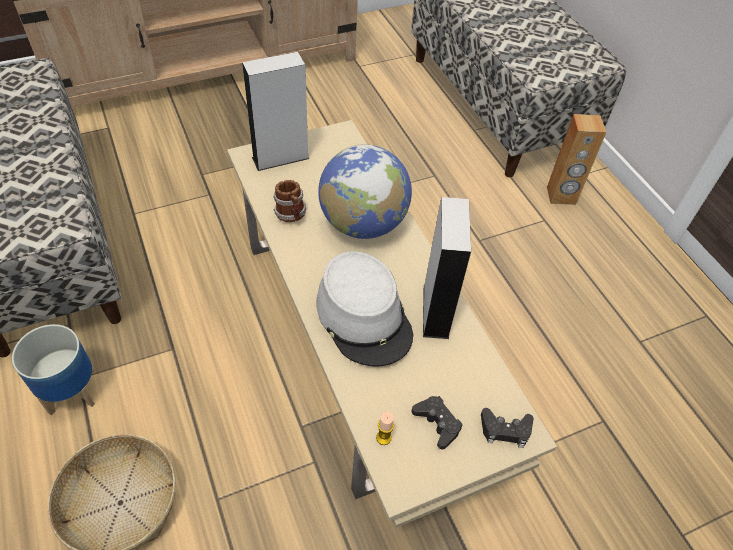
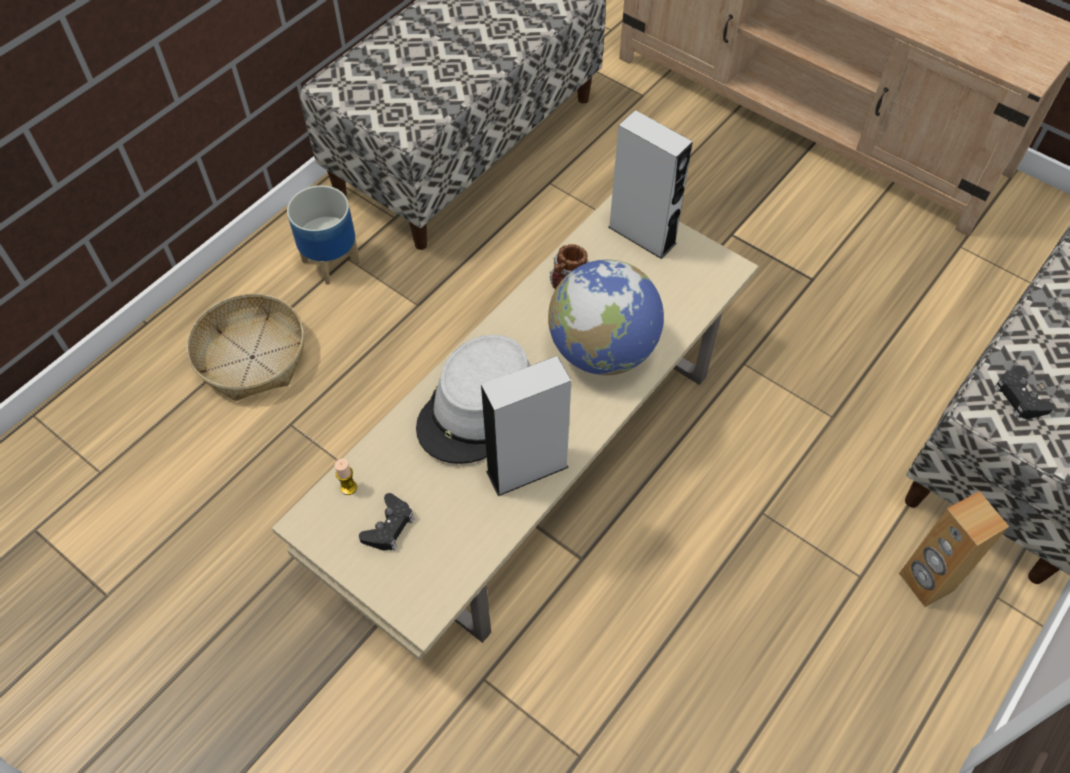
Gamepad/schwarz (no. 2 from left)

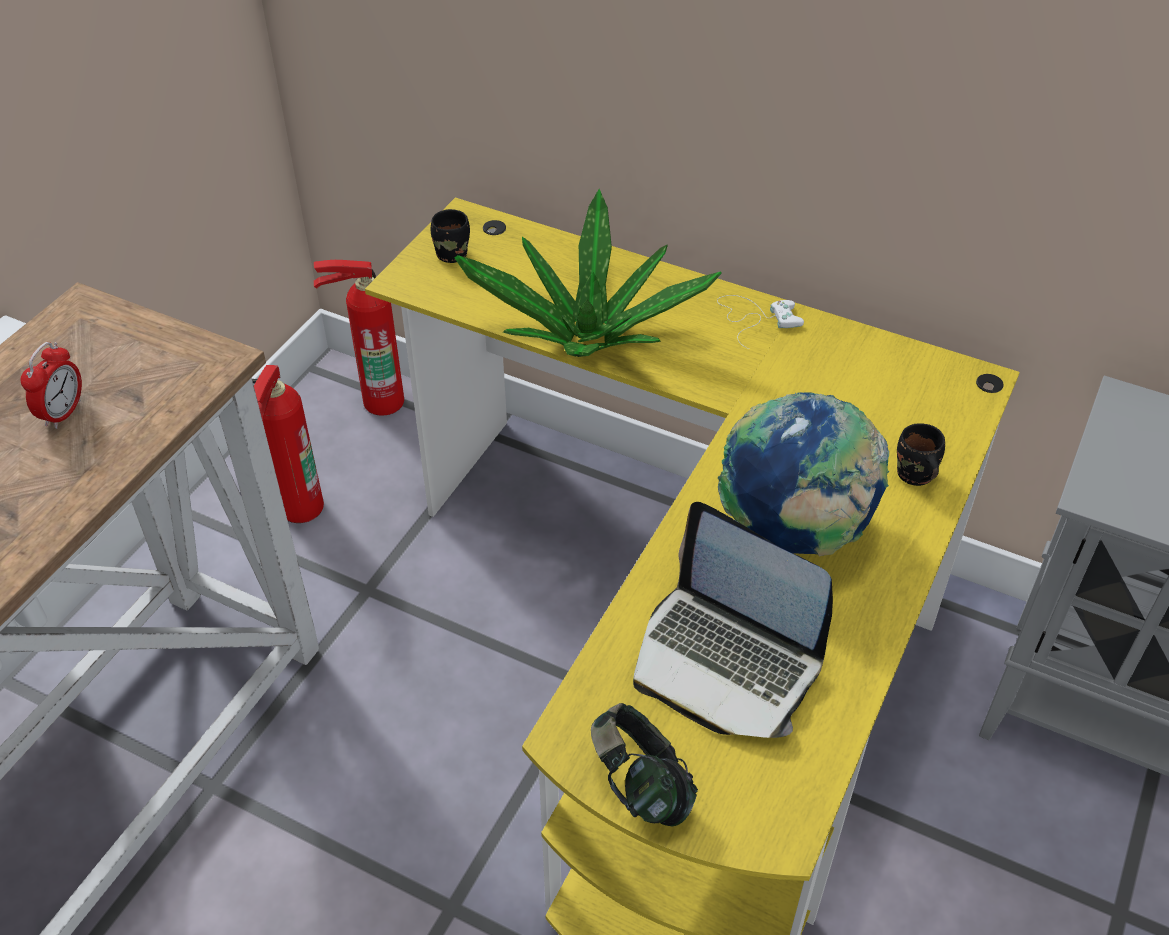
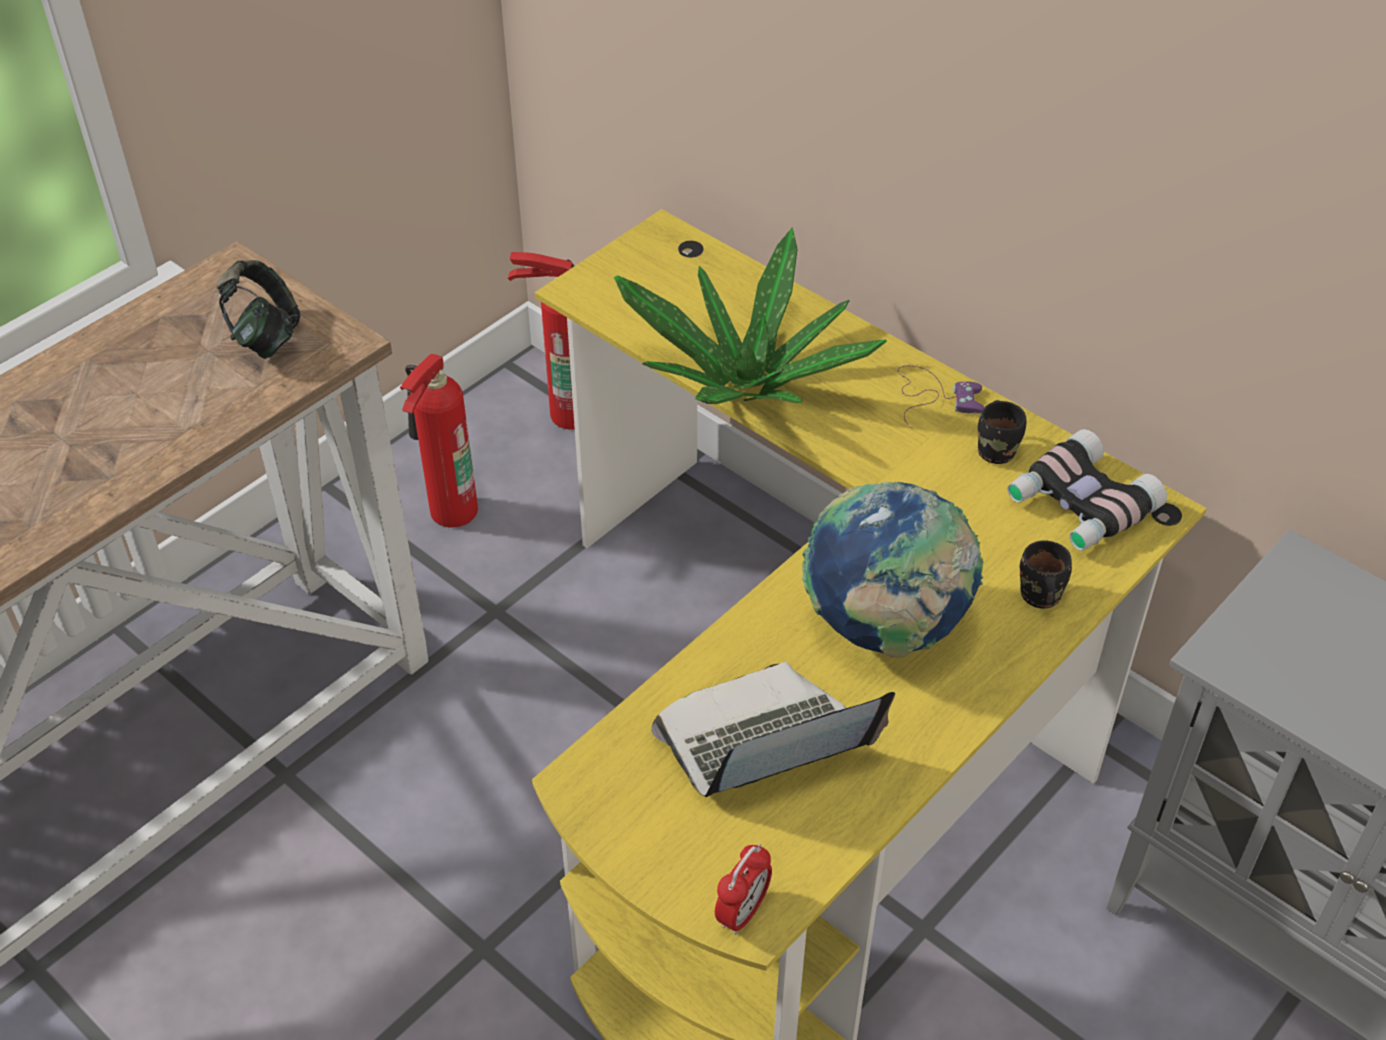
Henkelbecher/schwarz (no. 1 from left)
Gamepad/lila
Wecker
Laptop
Kopfhörer
Fernglas

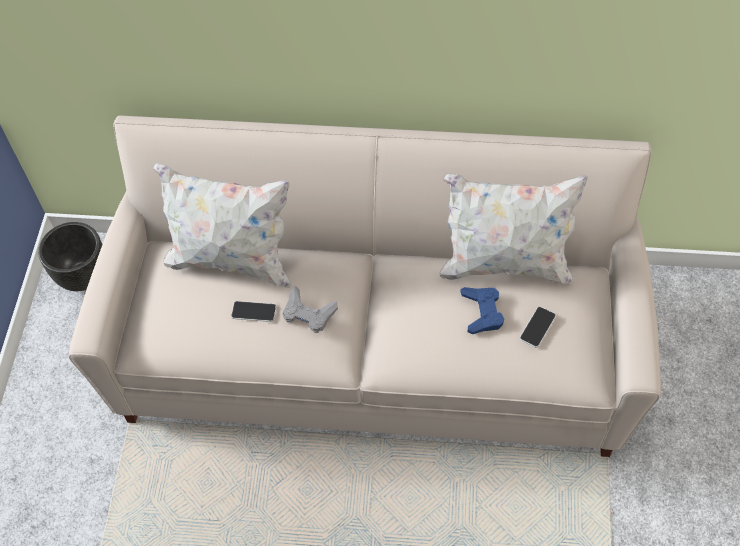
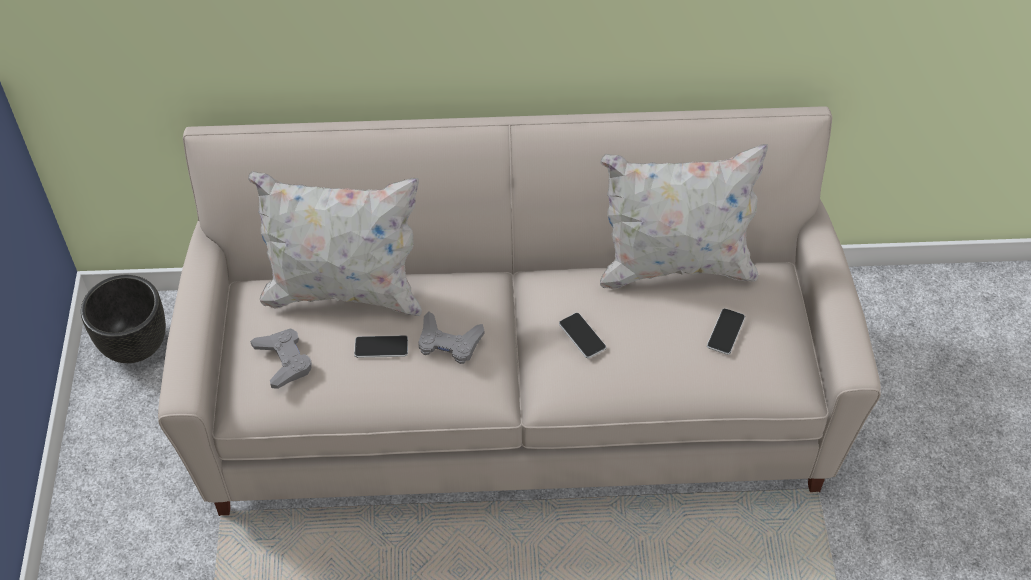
Gamepad/blau
Handy (no. 2 from left)
Gamepad/grau (no. 1 from left)

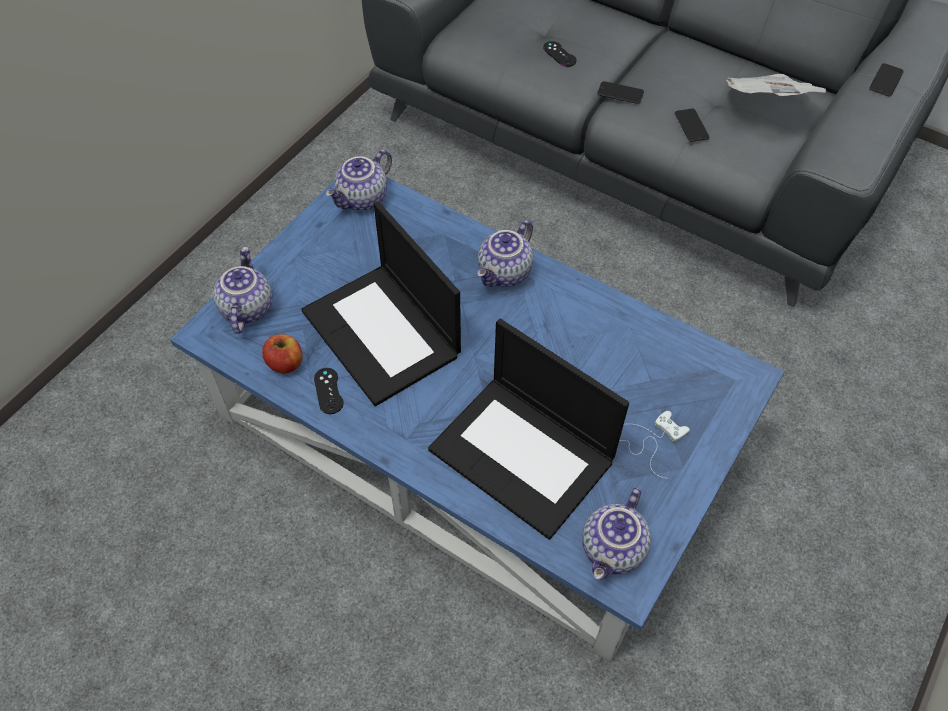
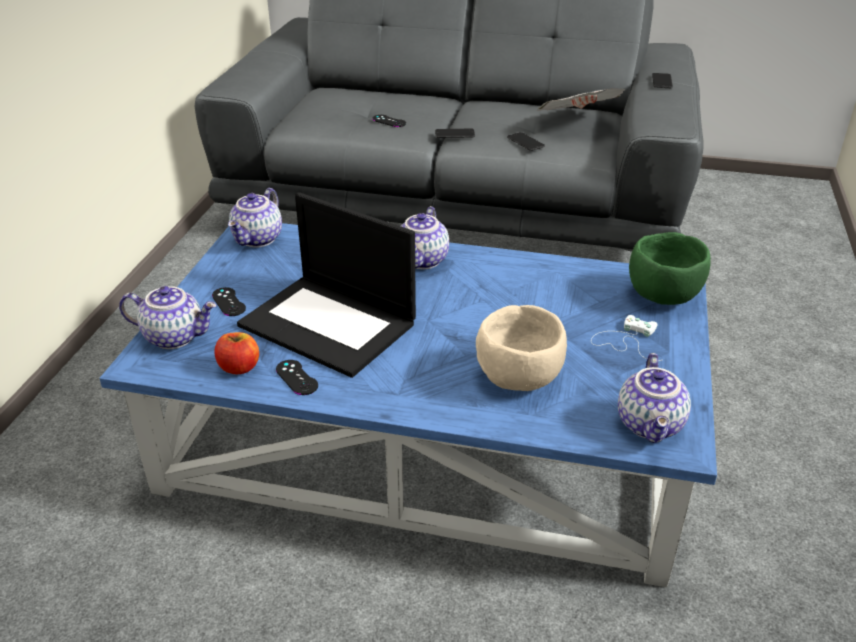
Teekanne (no. 1 from left)
Schüssel/beige
Schüssel/grün
Gamepad/schwarz (no. 1 from left)

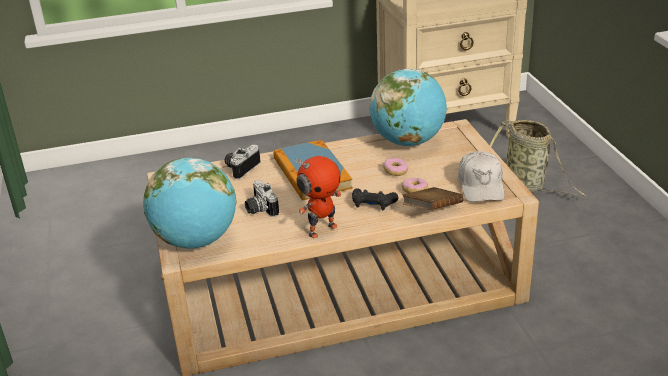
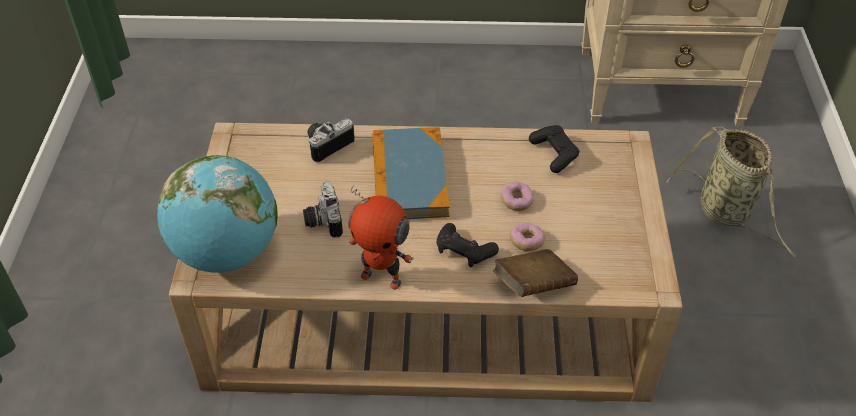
Gamepad/schwarz (no. 2 from left)
Kappe/weiß
Spielzeugroboter

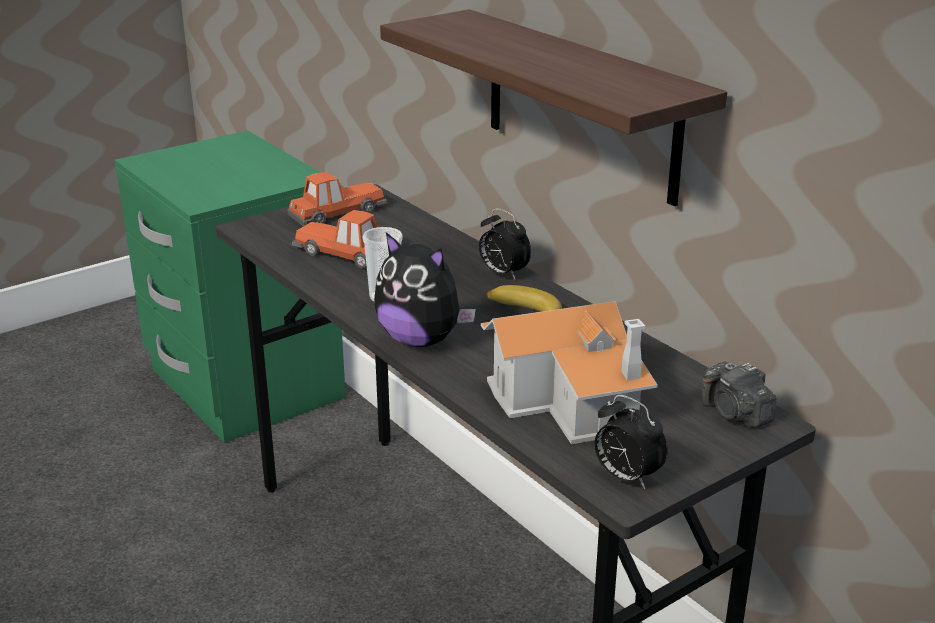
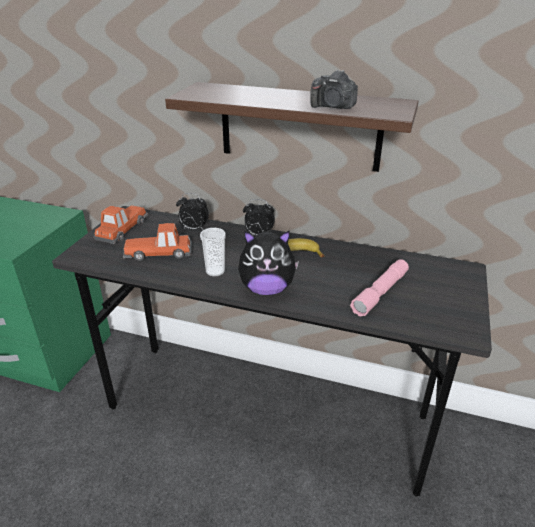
Taschenlampe/rosa
Kamera
Wecker (no. 1 from left)

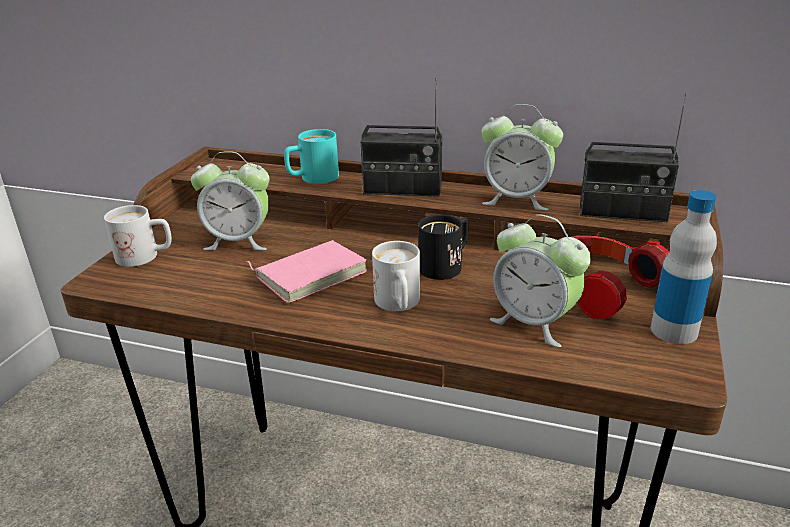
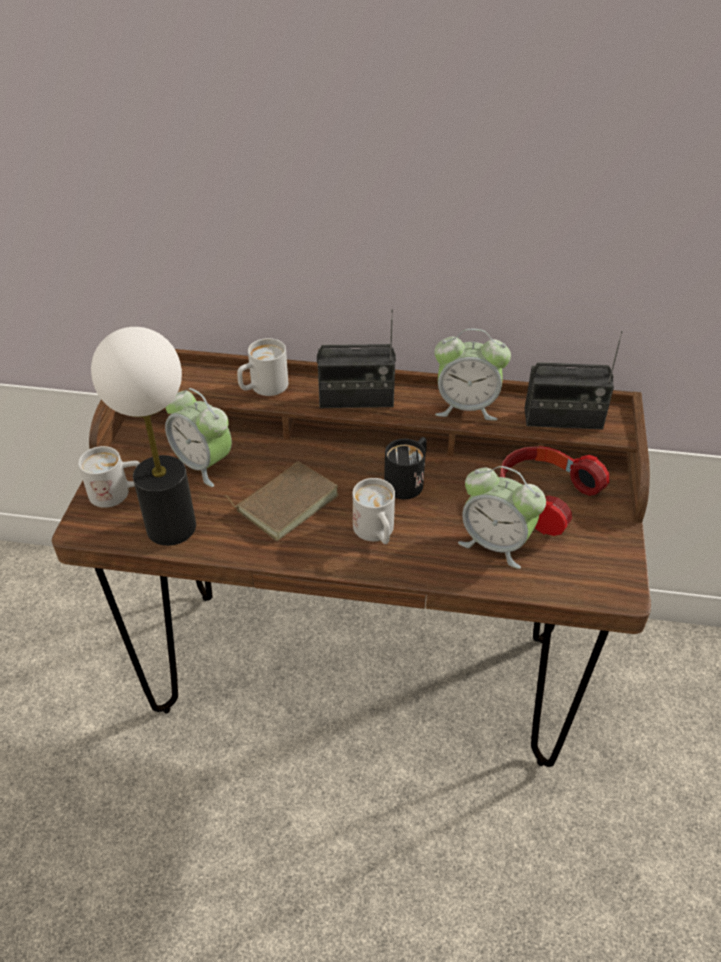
Henkelbecher/weiß (no. 2 from left)
Wecker (no. 1 from left)
Flasche
Buch/braun
Tischlampe

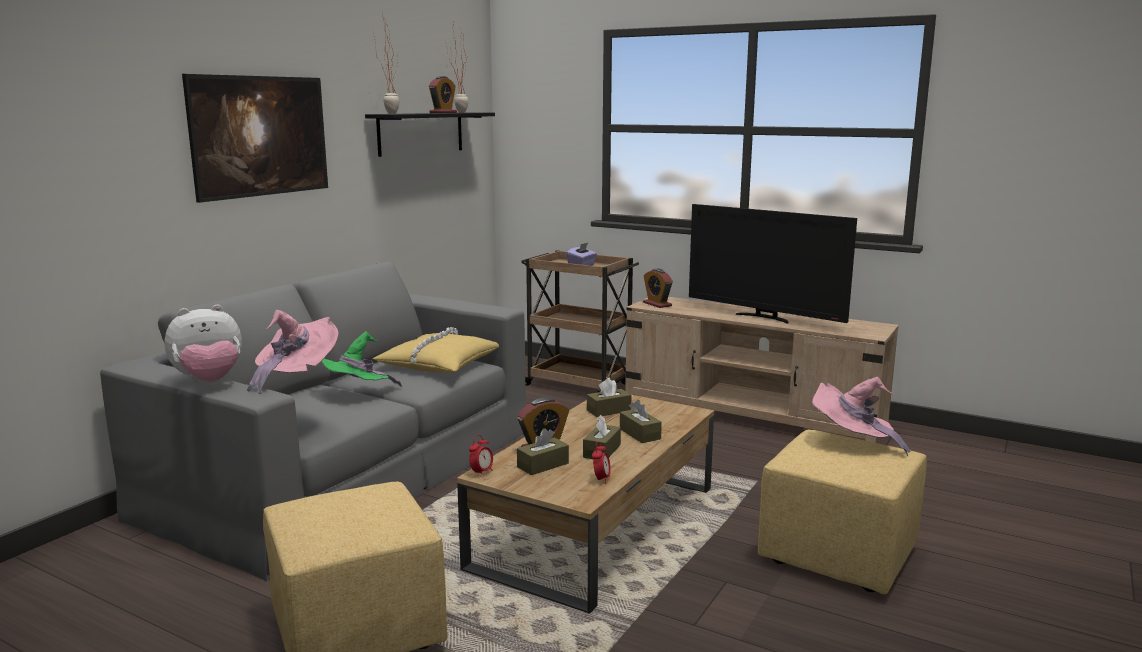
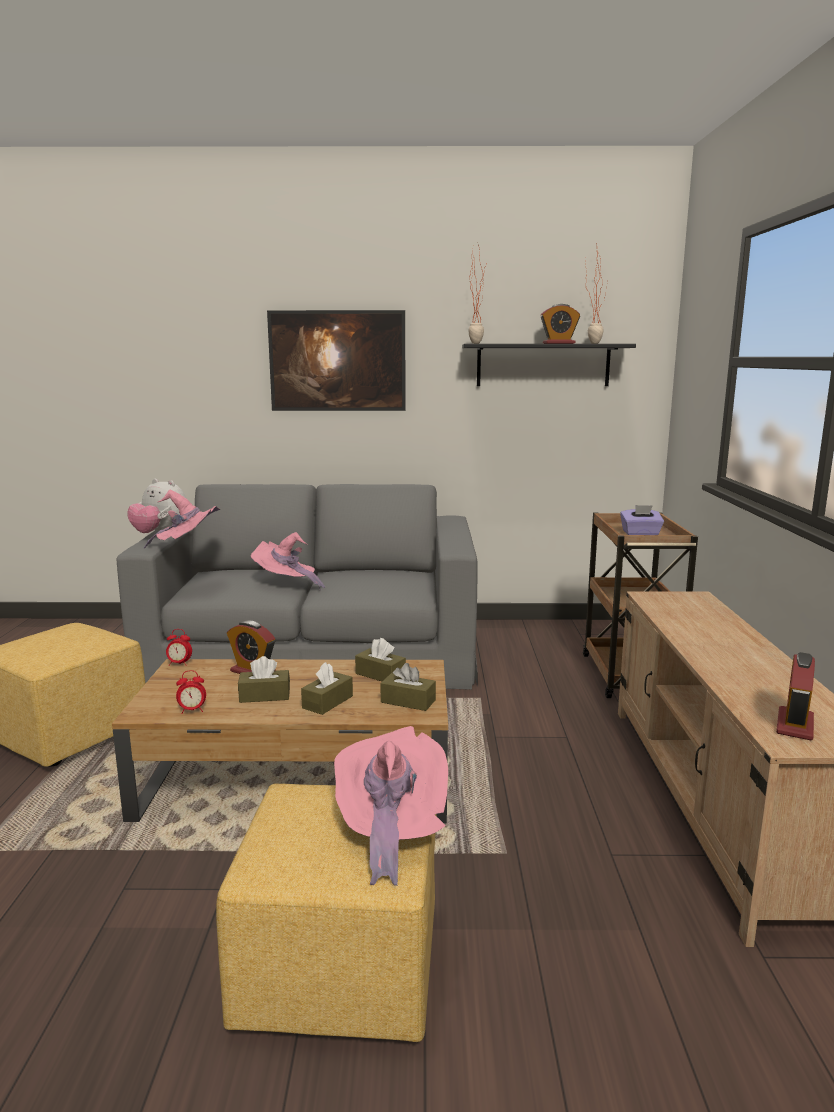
Fernseher
Wecker (no. 5 from left)
Kissen/gelb
Hut/rosa (no. 2 from left)
Taschentuchbox/braun (no. 4 from left)

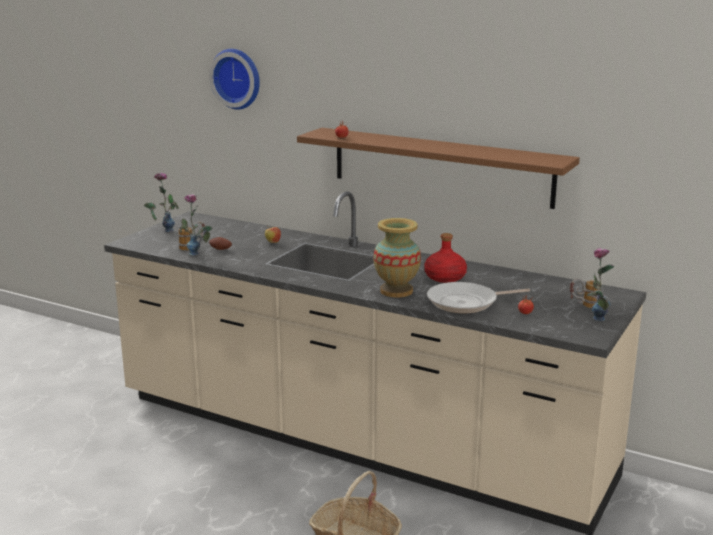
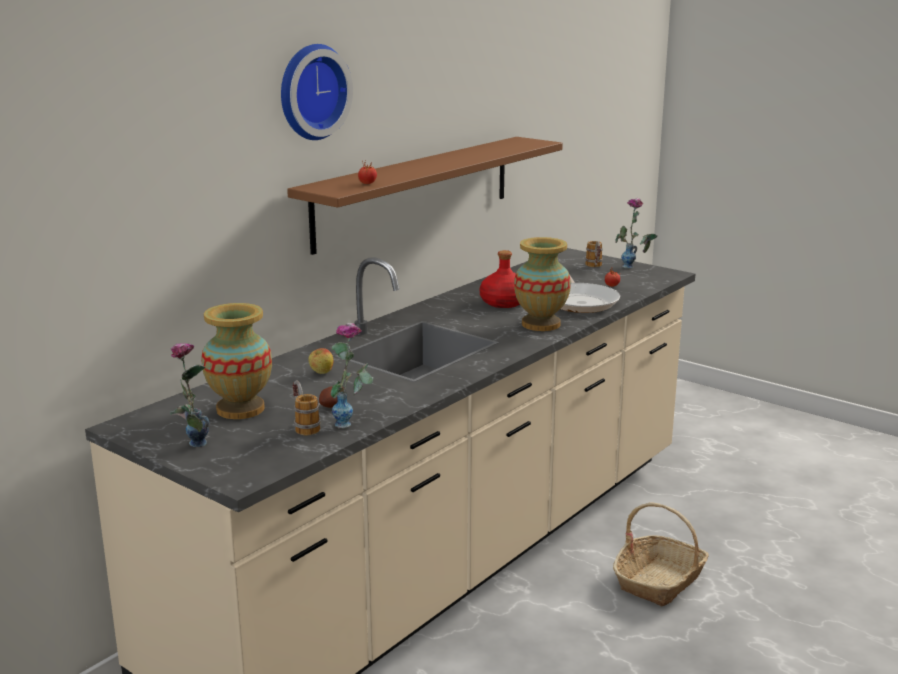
Wanduhr
Vase (no. 2 from left)

